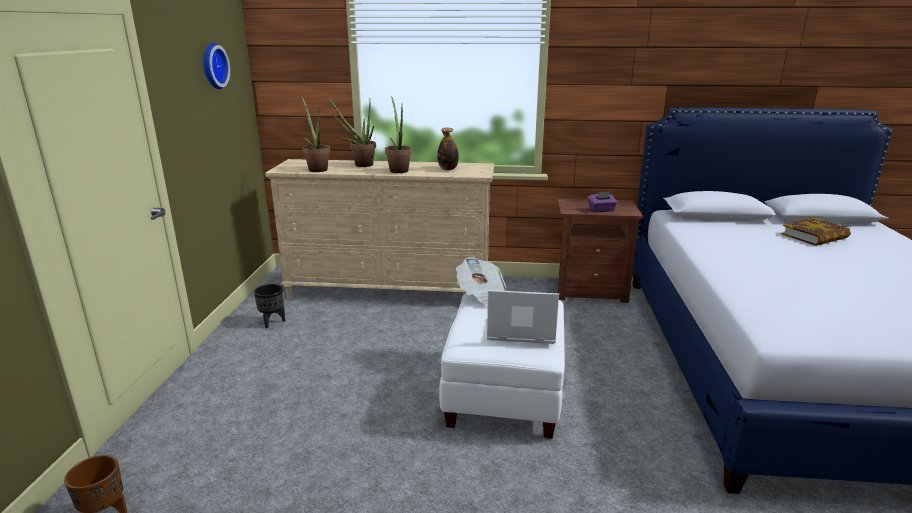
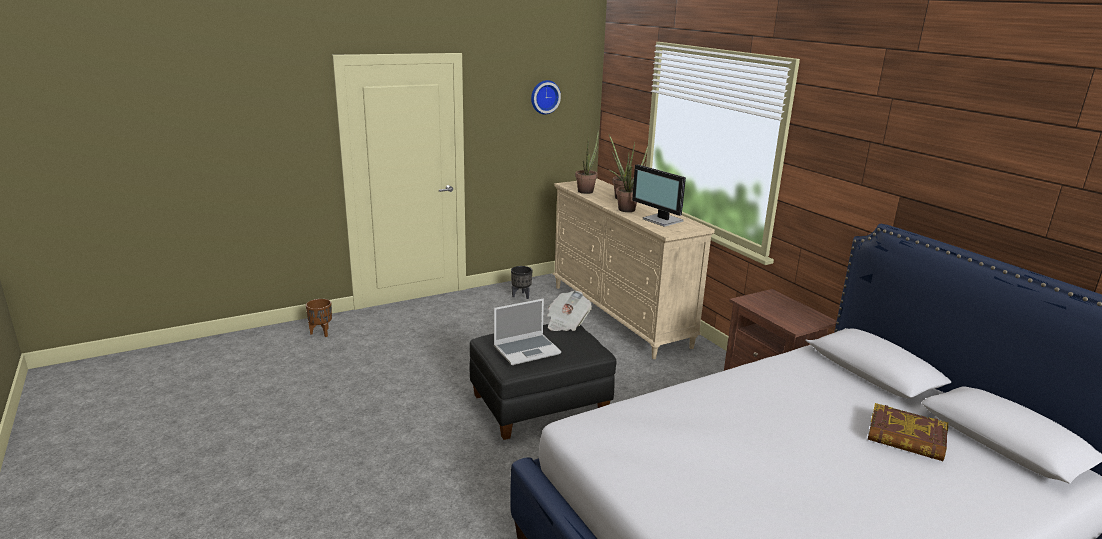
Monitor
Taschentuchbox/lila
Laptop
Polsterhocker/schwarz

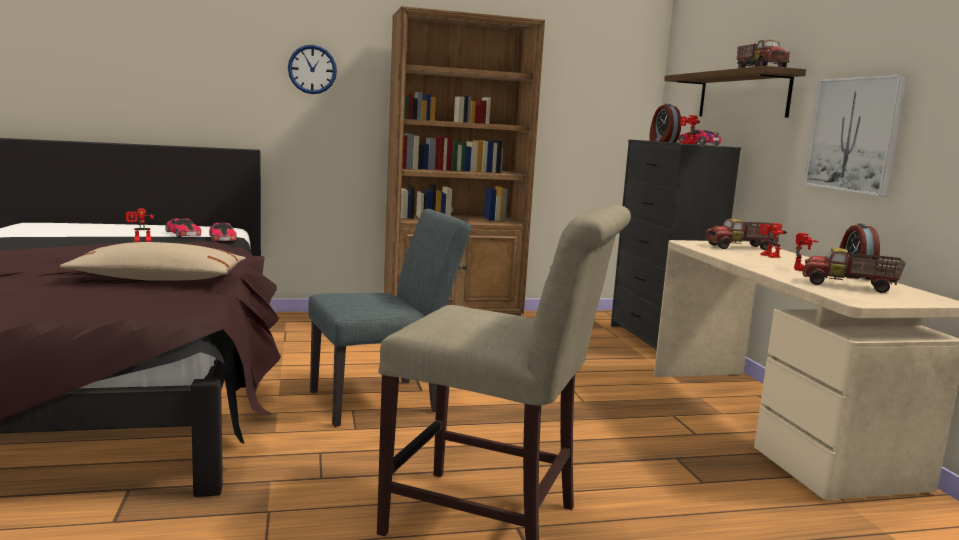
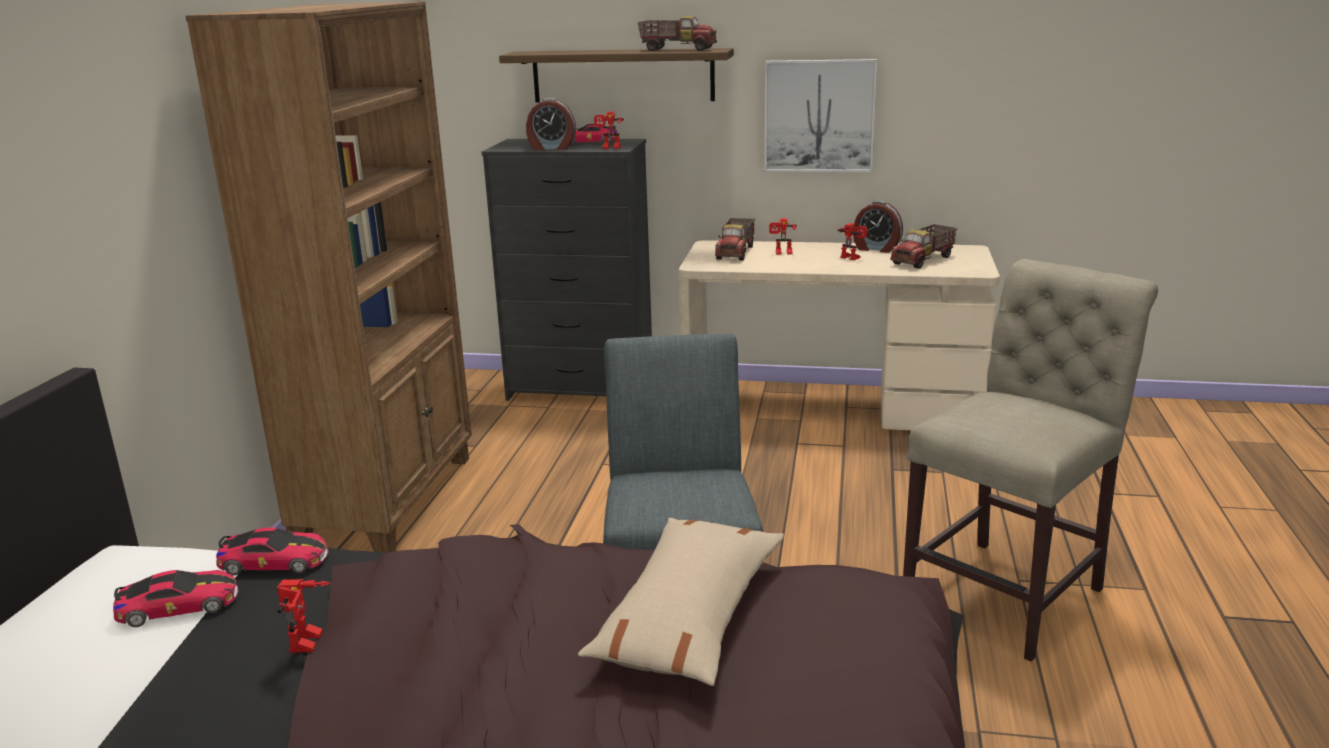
Wanduhr

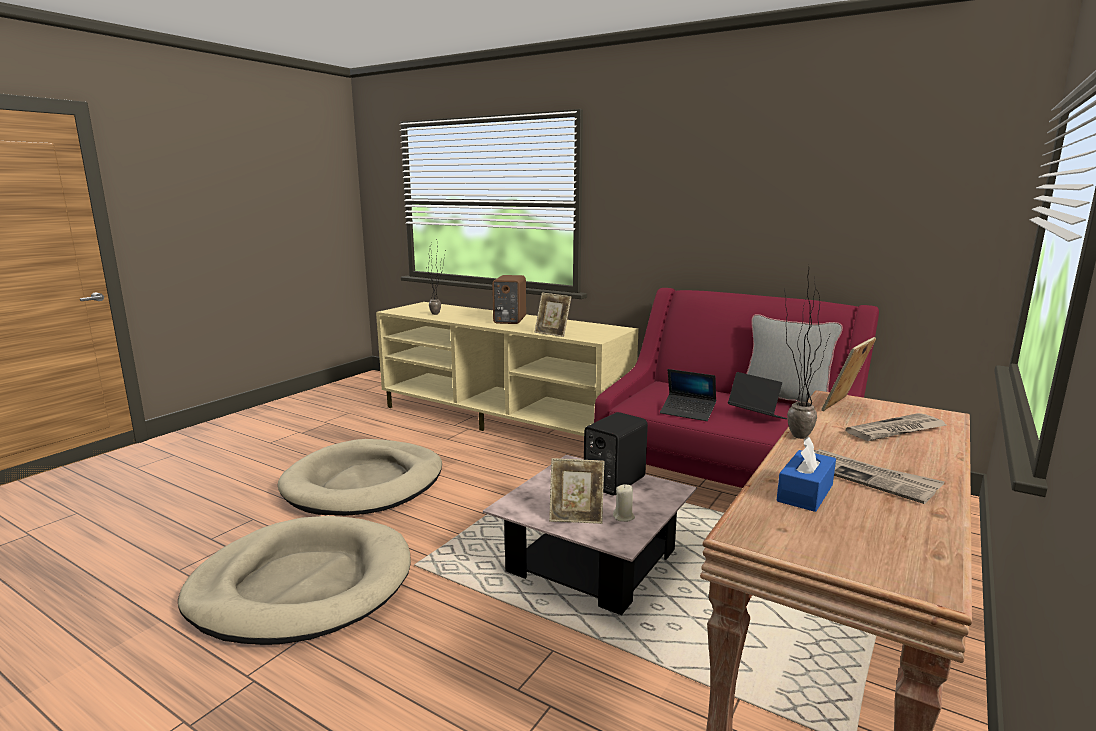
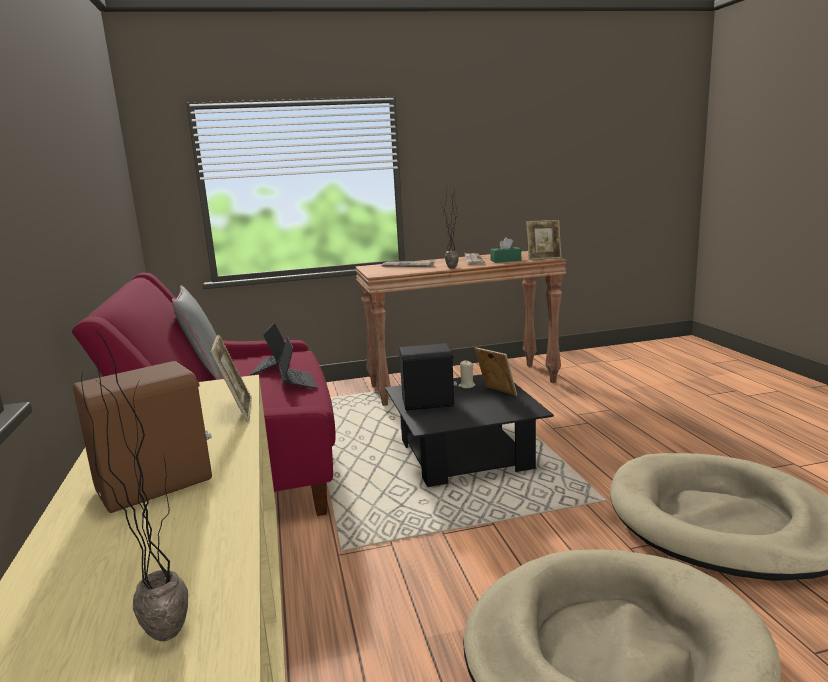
Bilderrahmen (no. 3 from left)
Taschentuchbox/grün
Couchtisch/schwarz

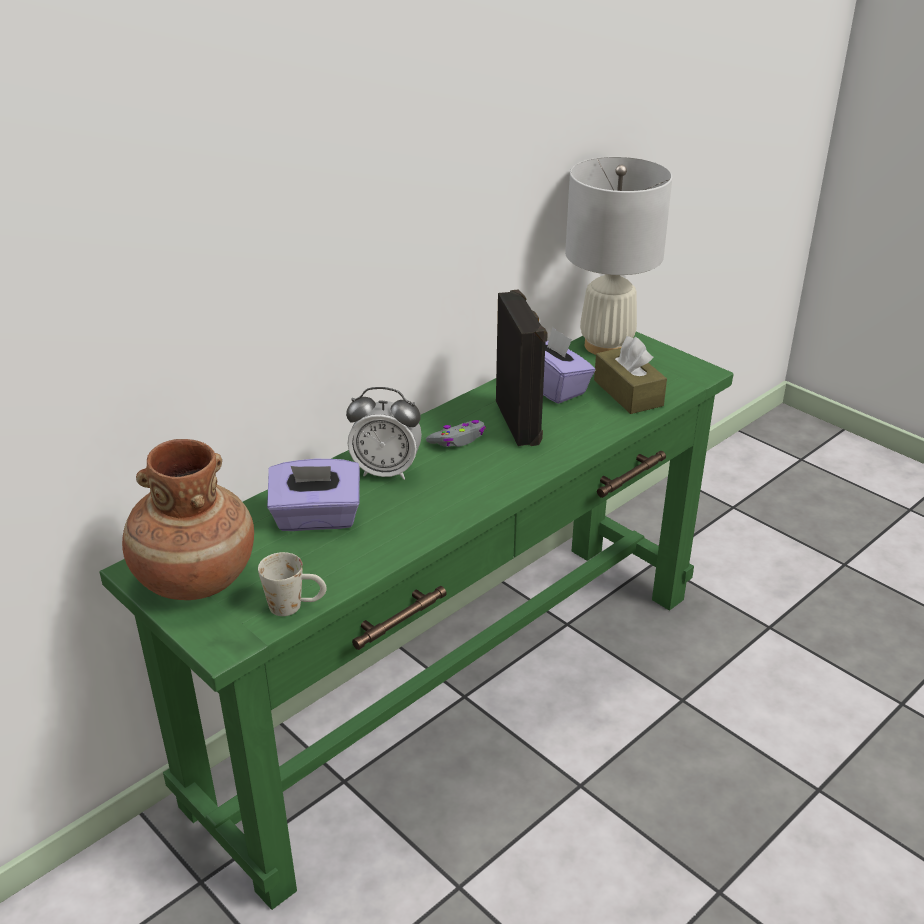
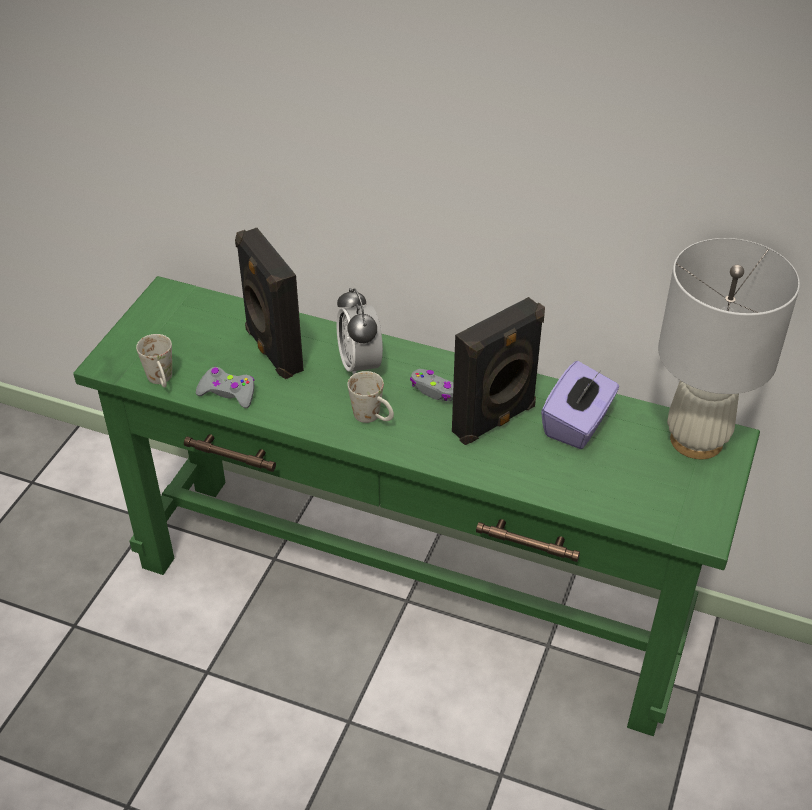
Taschentuchbox/braun
Vase/braun
Lautsprecher/schwarz (no. 1 from left)
Gamepad/grau (no. 1 from left)
Henkelbecher/weiß (no. 2 from left)

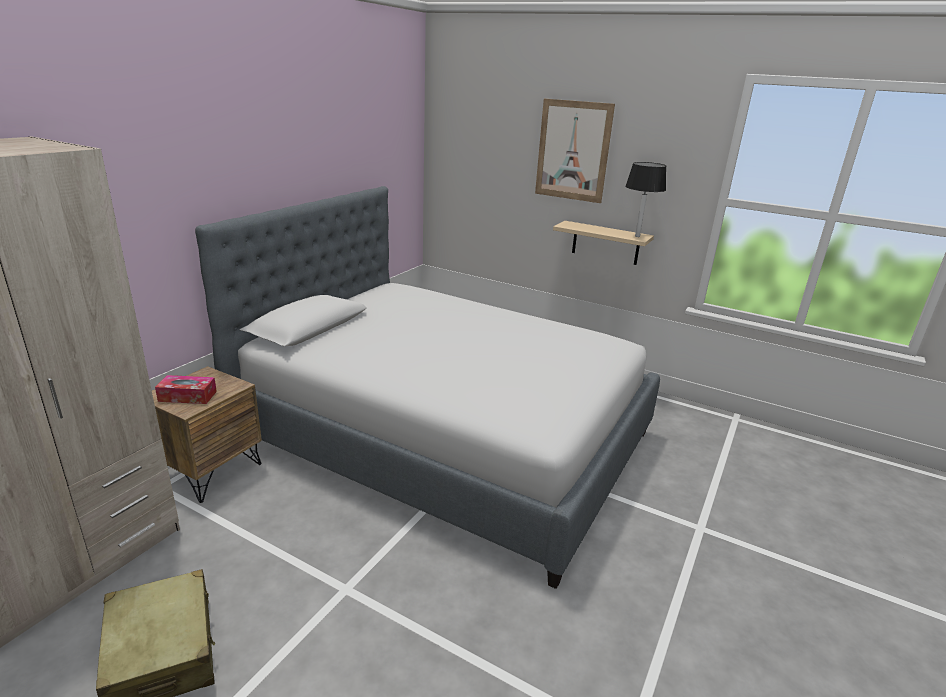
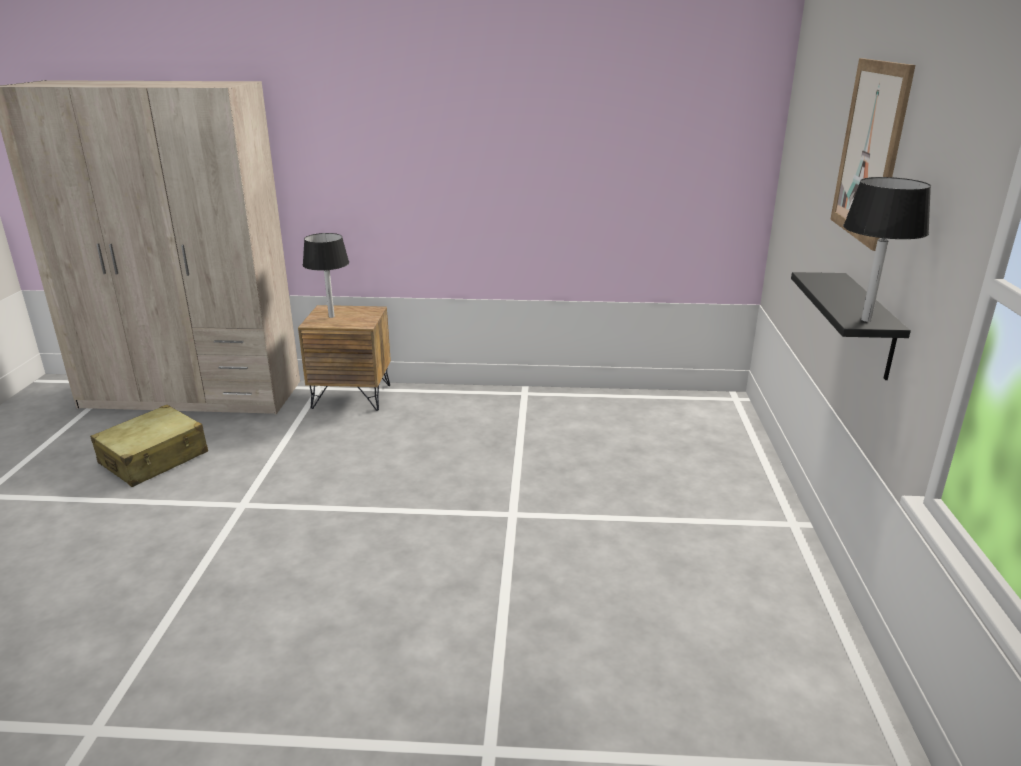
Bett
Wandregal/schwarz
Tischlampe/schwarz (no. 1 from left)

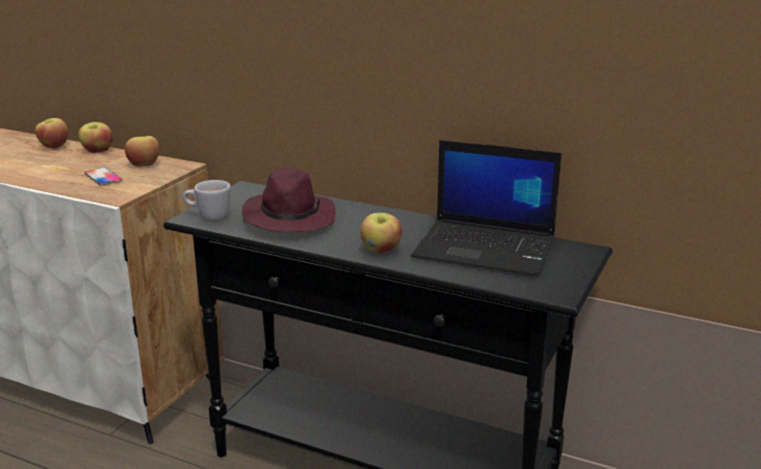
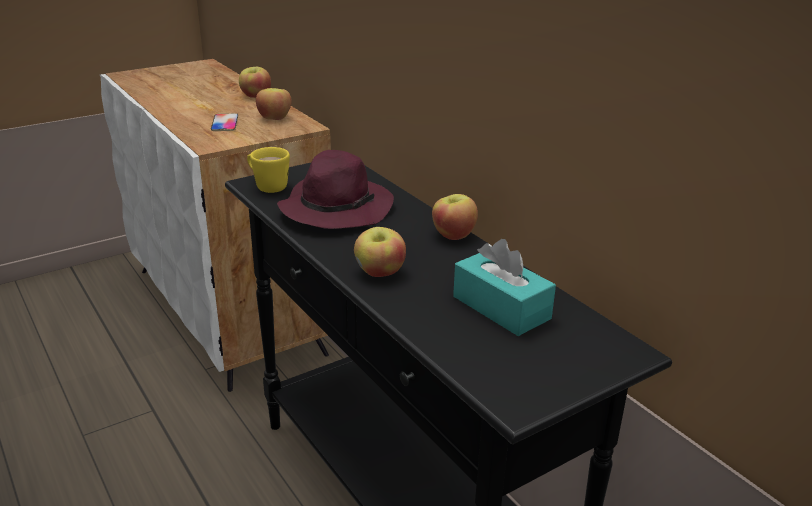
Apfel (no. 4 from left)
Taschentuchbox/türkis
Henkelbecher/gelb

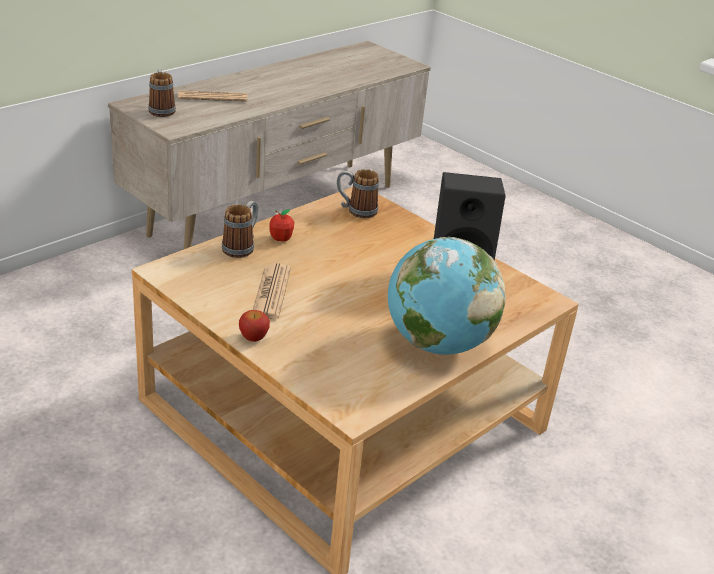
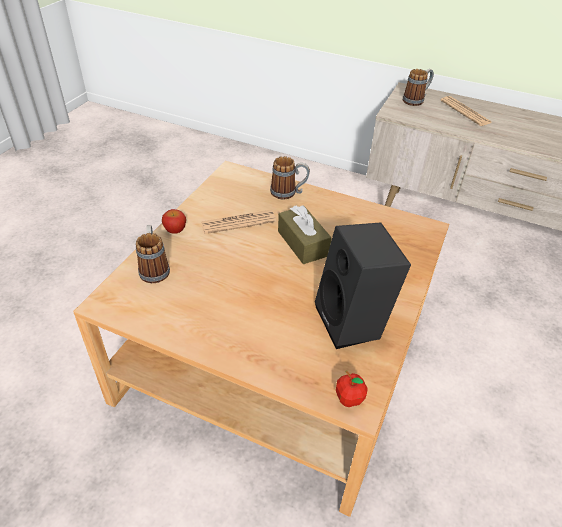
Henkelbecher (no. 1 from left)
Apfel (no. 2 from left)
Globus
Taschentuchbox/braun

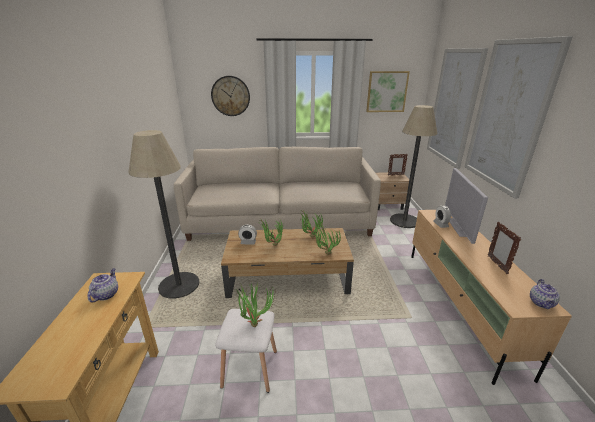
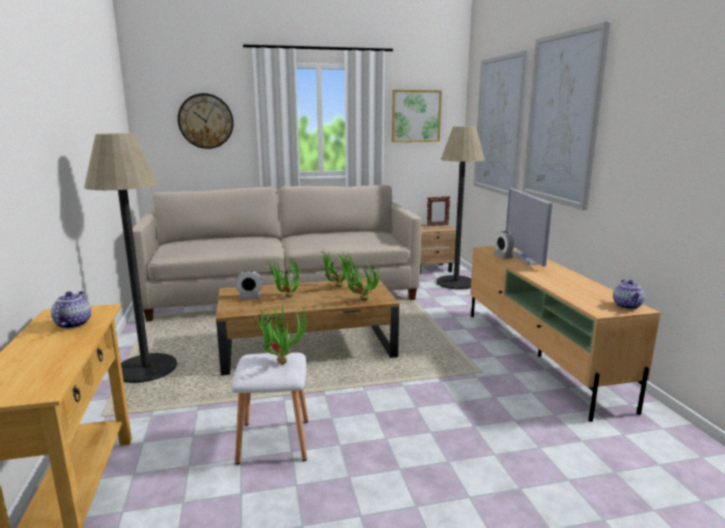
Bilderrahmen (no. 2 from left in the first image)

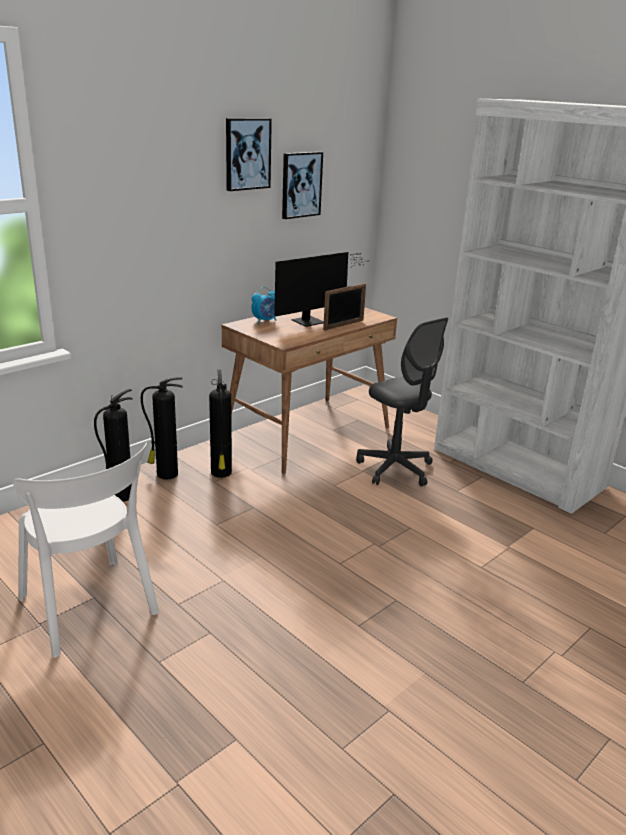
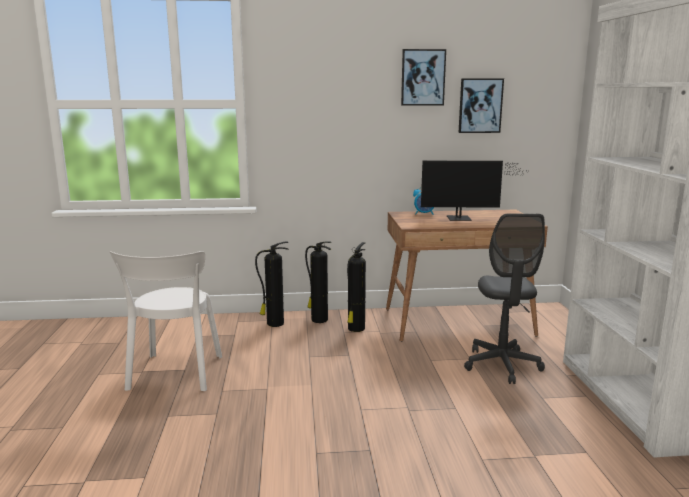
Bilderrahmen

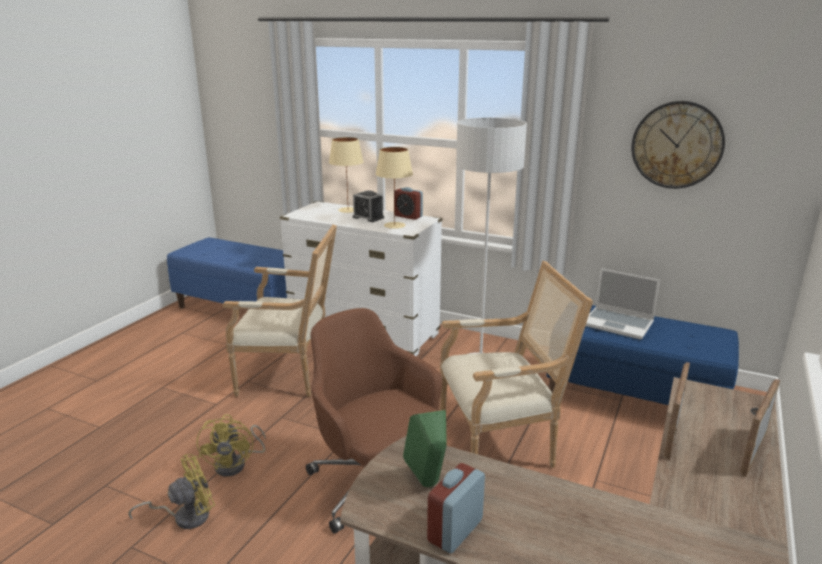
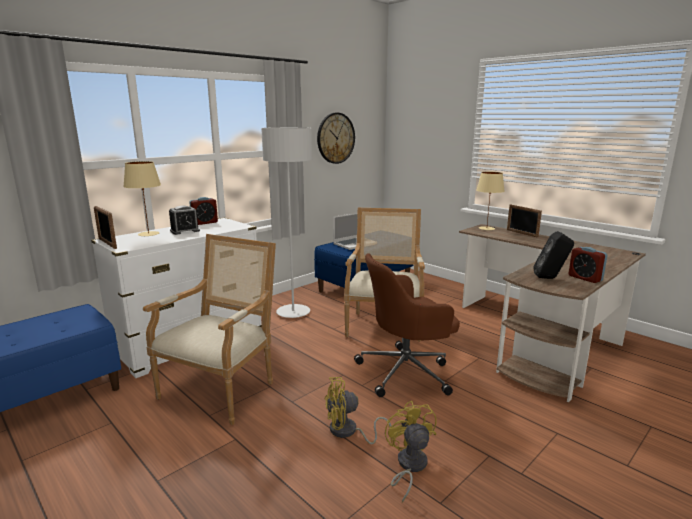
Tischlampe/beige (no. 2 from left)
Bilderrahmen (no. 1 from left)
Lautsprecher/schwarz
Ventilator/gelb (no. 1 from left)

